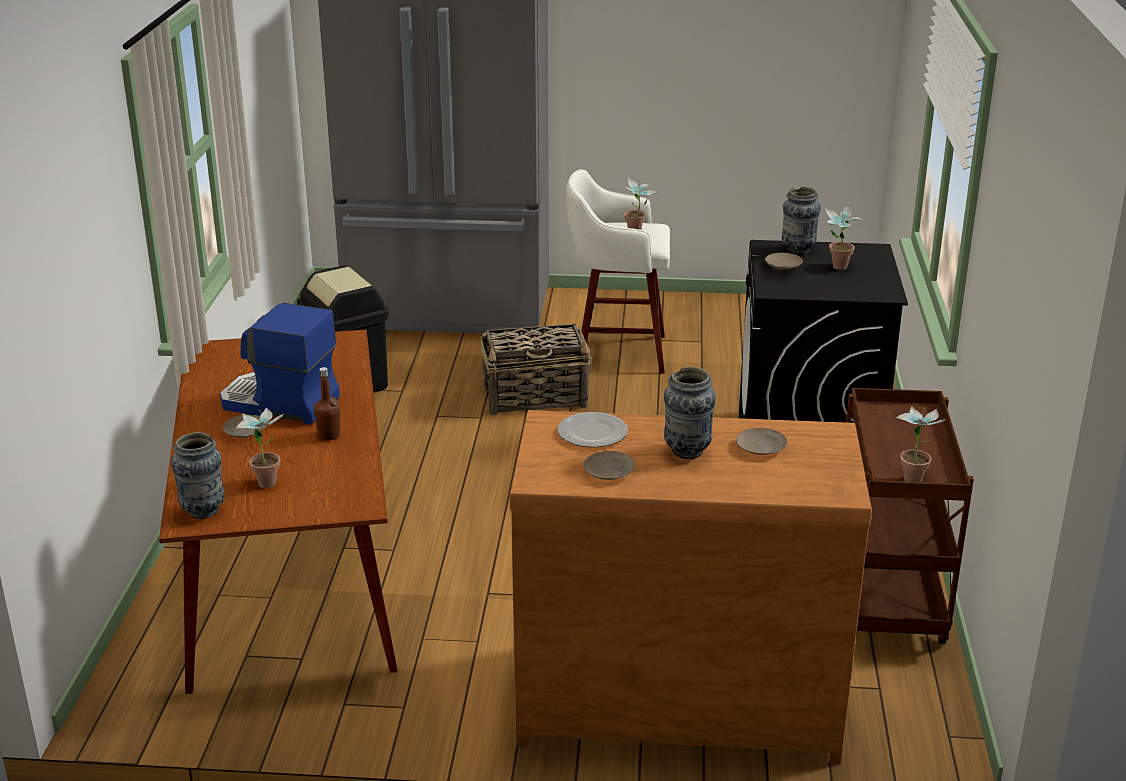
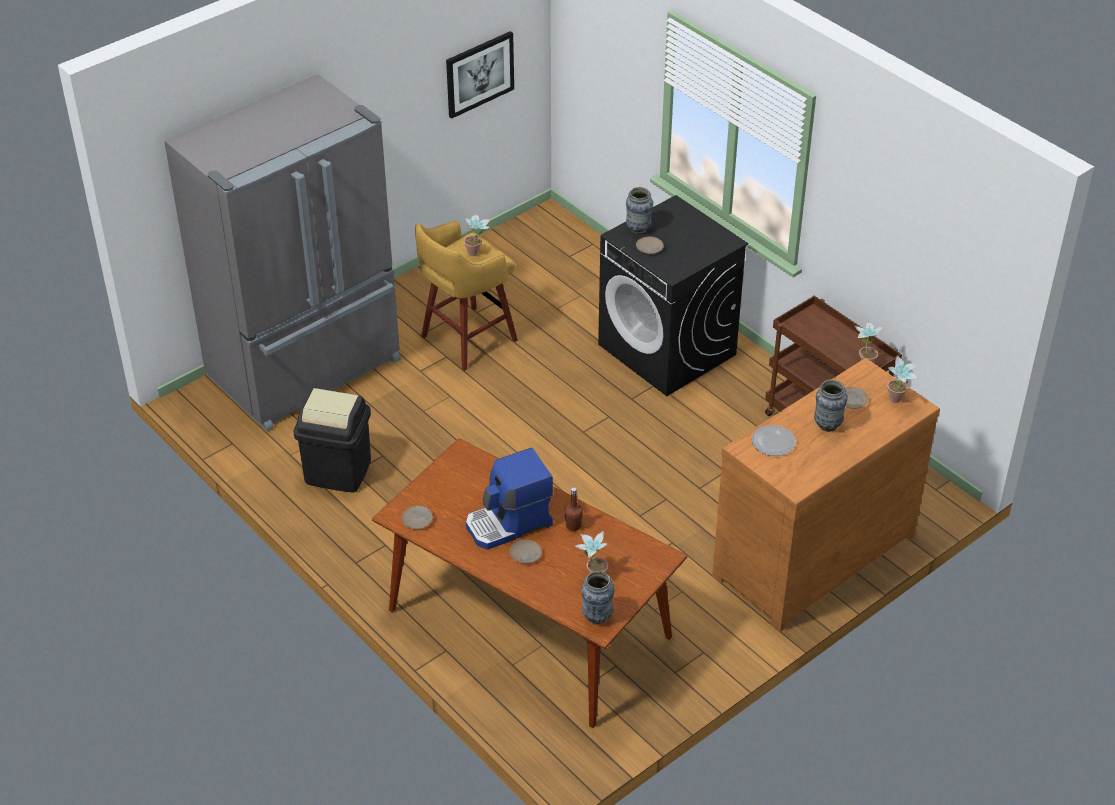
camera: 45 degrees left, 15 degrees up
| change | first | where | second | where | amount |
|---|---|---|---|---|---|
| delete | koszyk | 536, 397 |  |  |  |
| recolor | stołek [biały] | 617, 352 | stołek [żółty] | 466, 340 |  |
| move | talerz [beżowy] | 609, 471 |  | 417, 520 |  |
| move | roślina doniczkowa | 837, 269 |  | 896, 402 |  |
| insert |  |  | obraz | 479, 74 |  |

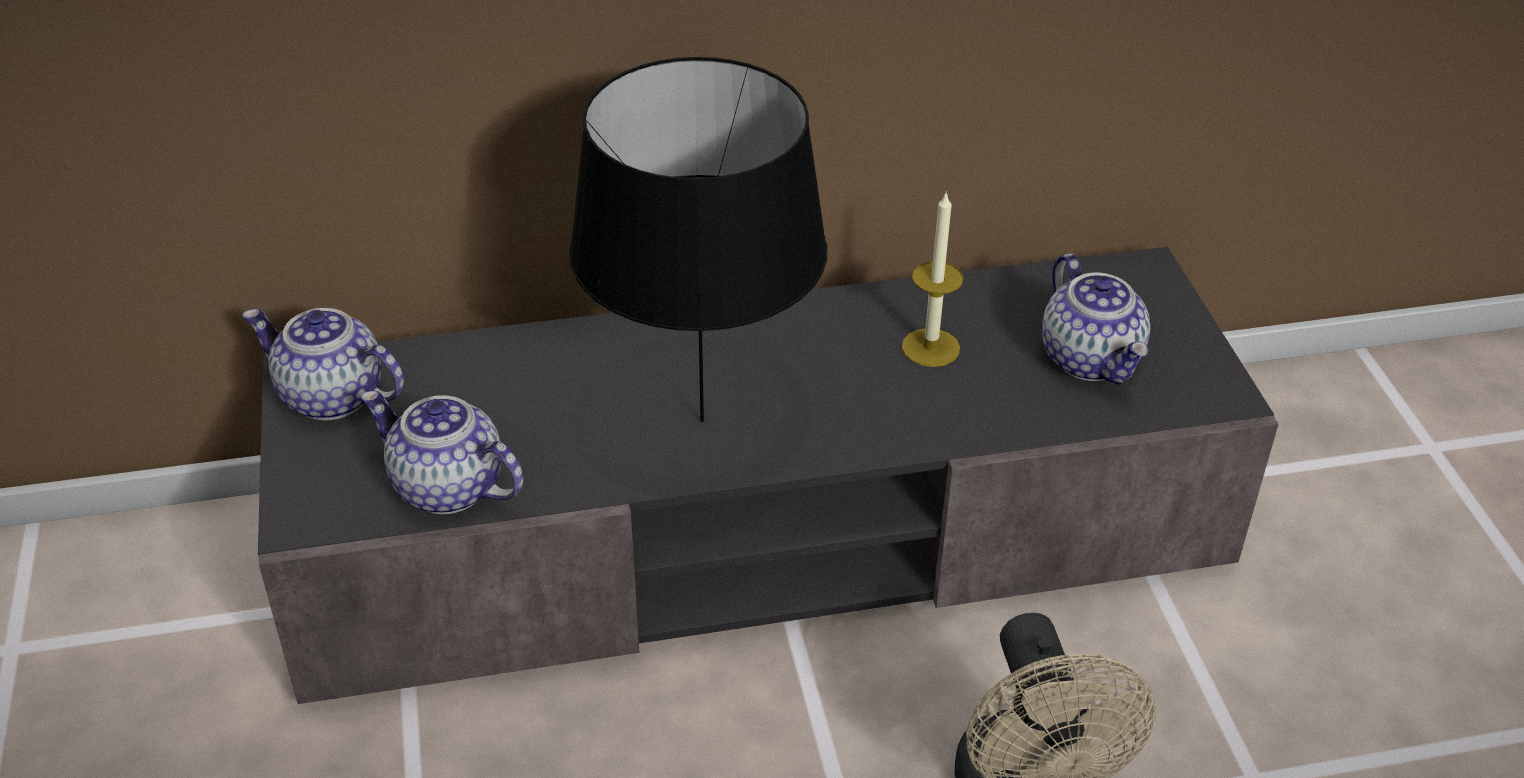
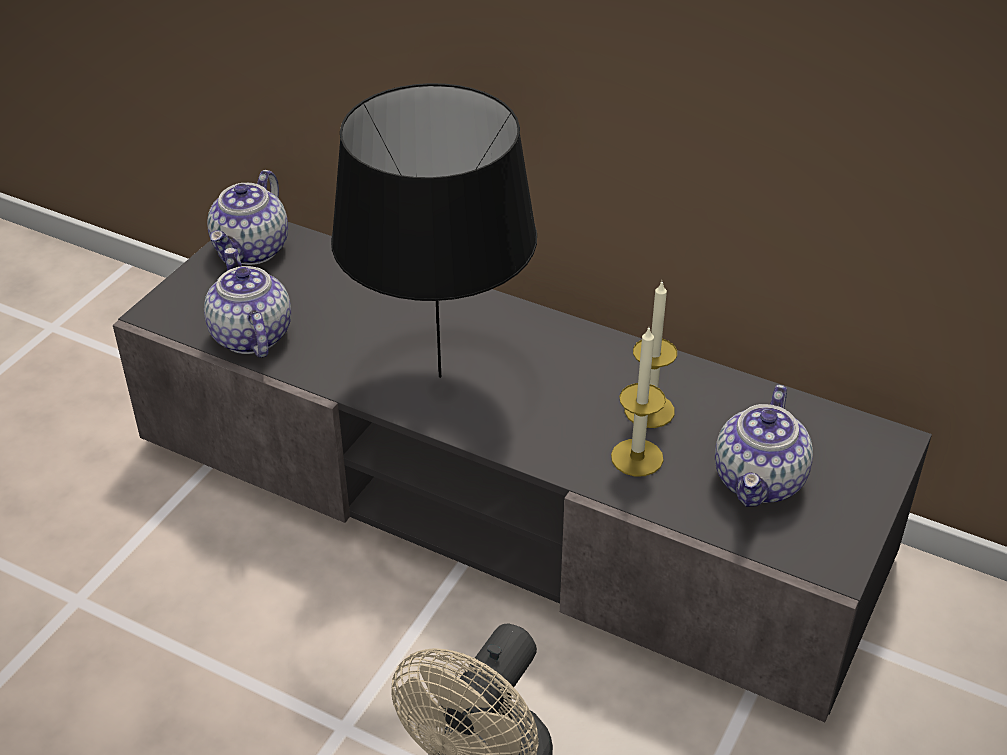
camera: 40 degrees right, 0 degrees up
| change | first | where | second | where | amount |
|---|---|---|---|---|---|
| rotate | imbryk | 330, 396 |  | 252, 250 | 135 degrees counterclockwise |
| insert |  |  | świeca | 637, 457 |  |

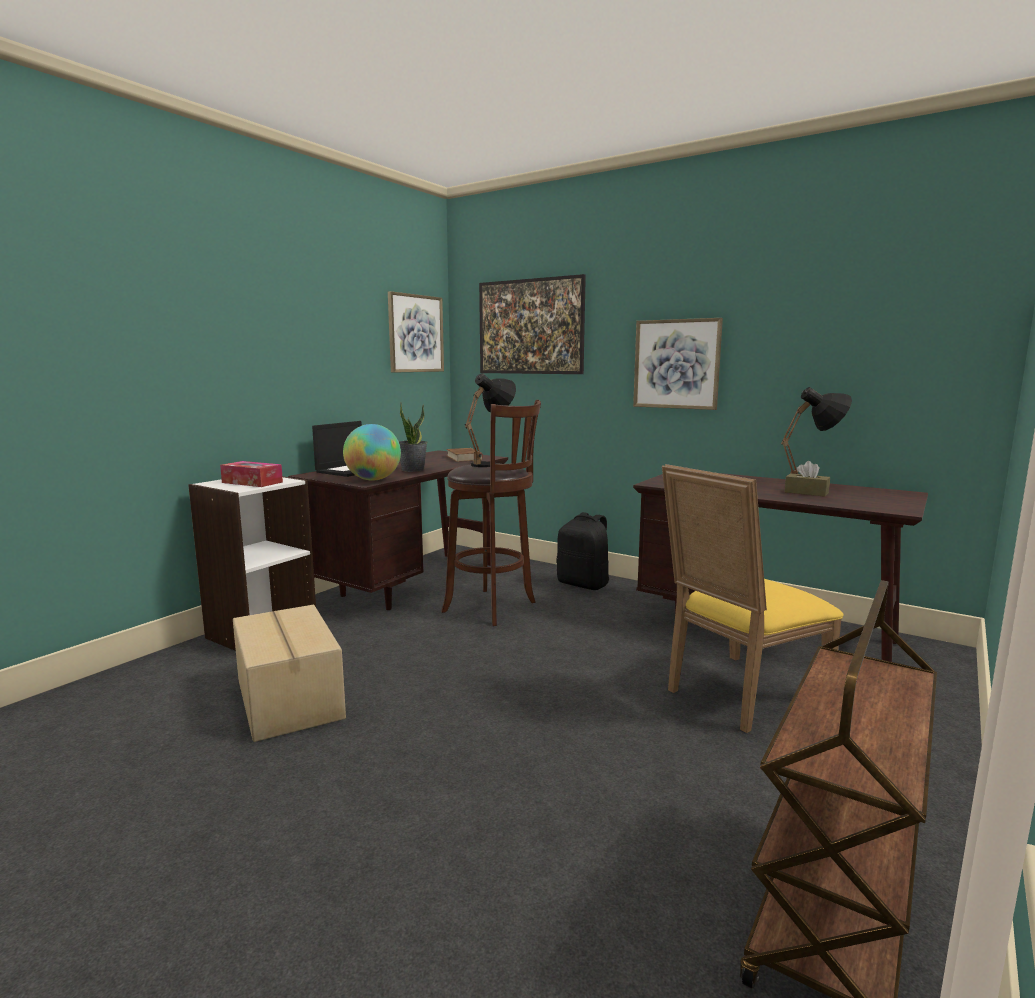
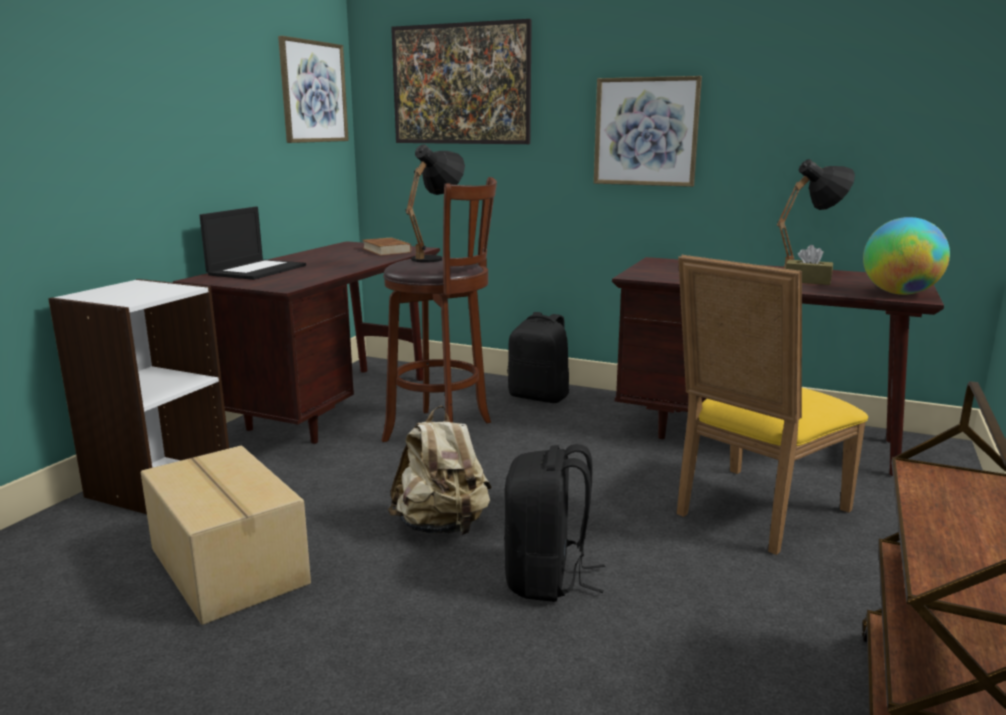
camera: 10 degrees left, 5 degrees up
| change | first | where | second | where | amount |
|---|---|---|---|---|---|
| delete | pudełko chusteczek | 252, 482 |  |  |  |
| move | globus | 373, 480 |  | 899, 293 |  |
| delete | roślina doniczkowa | 412, 469 |  |  |  |
| insert |  |  | plecak [beżowy] | 442, 526 |  |
| insert |  |  | plecak [czarny] | 547, 578 |  |

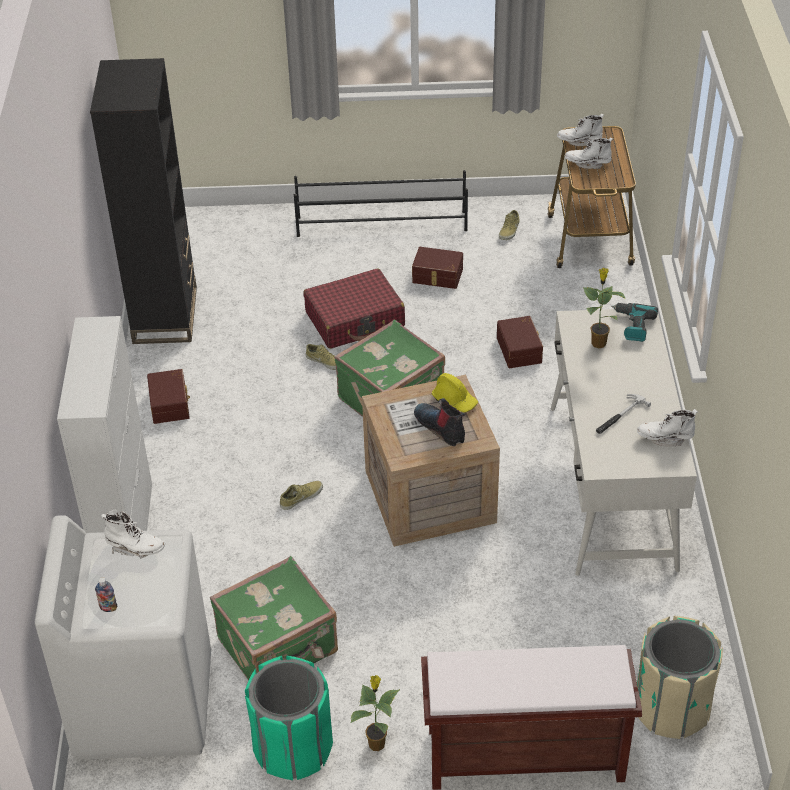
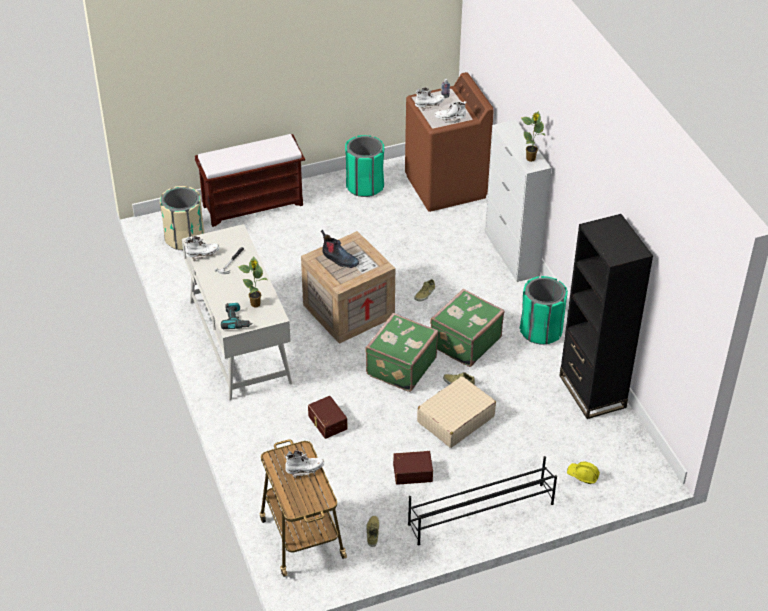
camera: 160 degrees right, 0 degrees up
| change | first | where | second | where | amount |
|---|---|---|---|---|---|
| recolor | pralka [biały] | 144, 704 | pralka [brązowy] | 446, 186 |  |
| replace | pojemnik do przechowywania [brązowy] | 171, 404 | kosz na śmieci [zielony] | 541, 330 |  |
| move | walizka [zielony] | 279, 647 |  | 464, 342 |  |
| recolor | walizka [czerwony] | 355, 320 | walizka [beżowy] | 455, 419 |  |
| move | roślina doniczkowa | 377, 743 |  | 531, 159 |  |
| move | kask [żółty] | 455, 400 |  | 583, 475 |  |
| move | but z cholewką [biały] | 579, 141 |  | 429, 105 |  |

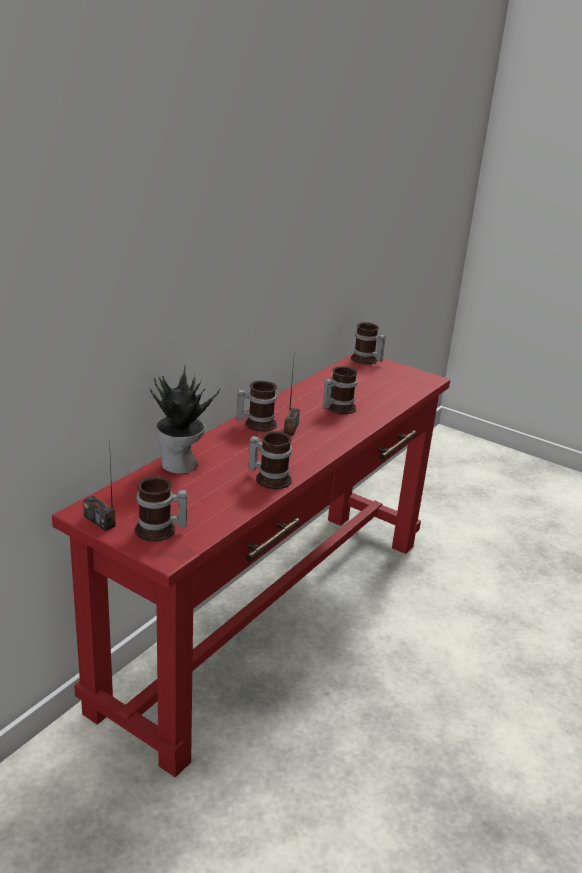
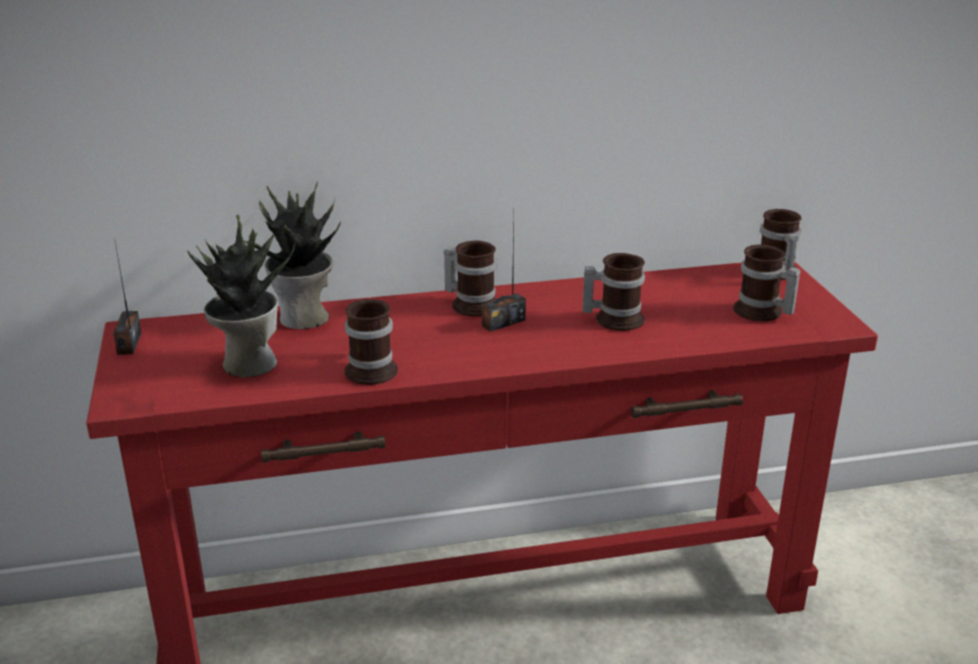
camera: 45 degrees right, 0 degrees up
| change | first | where | second | where | amount |
|---|---|---|---|---|---|
| move | kubek | 159, 531 |  | 761, 313 |  |
| insert |  |  | roślina doniczkowa | 247, 364 |  |

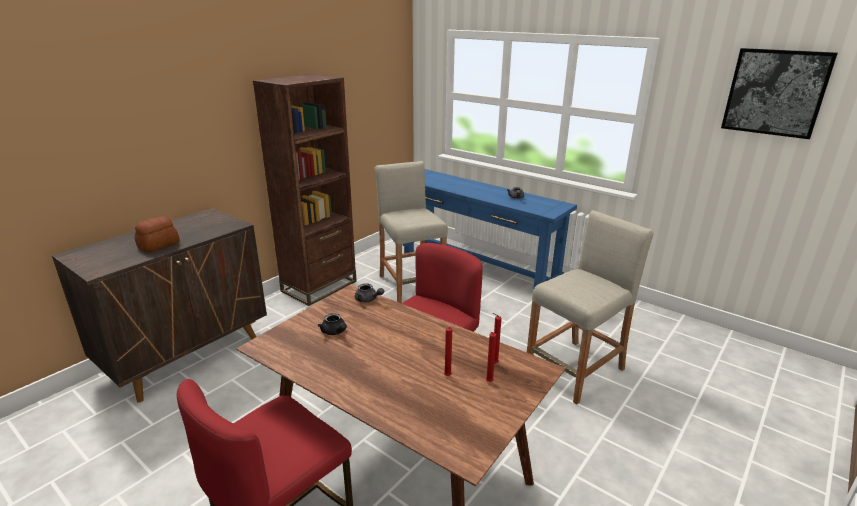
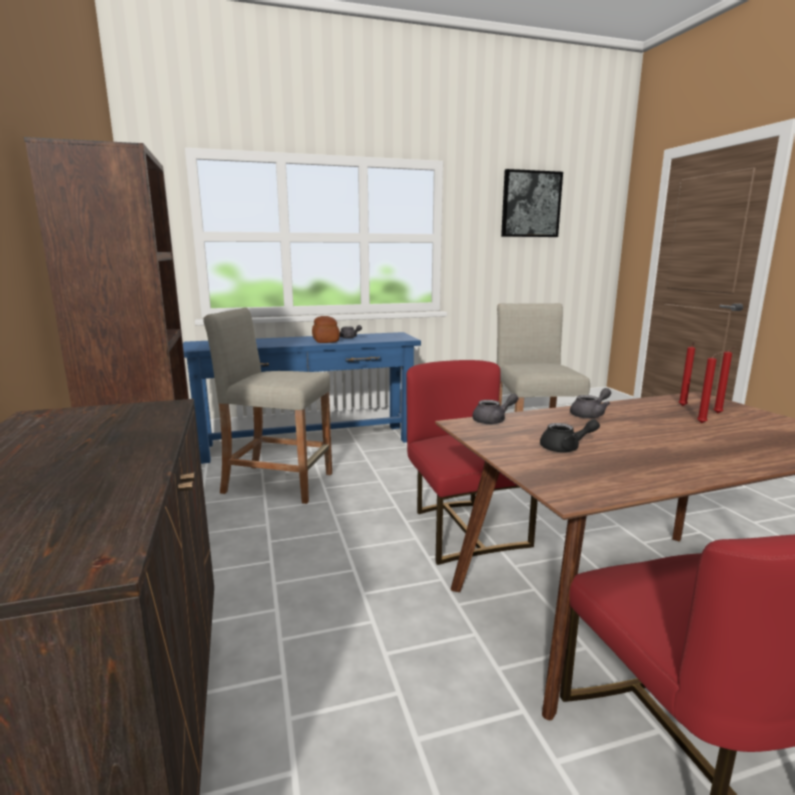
camera: 55 degrees left, 10 degrees down
| change | first | where | second | where | amount |
|---|---|---|---|---|---|
| move | chleb | 158, 245 |  | 325, 341 |  |
| insert |  |  | imbryk [szary] | 590, 415 |  |

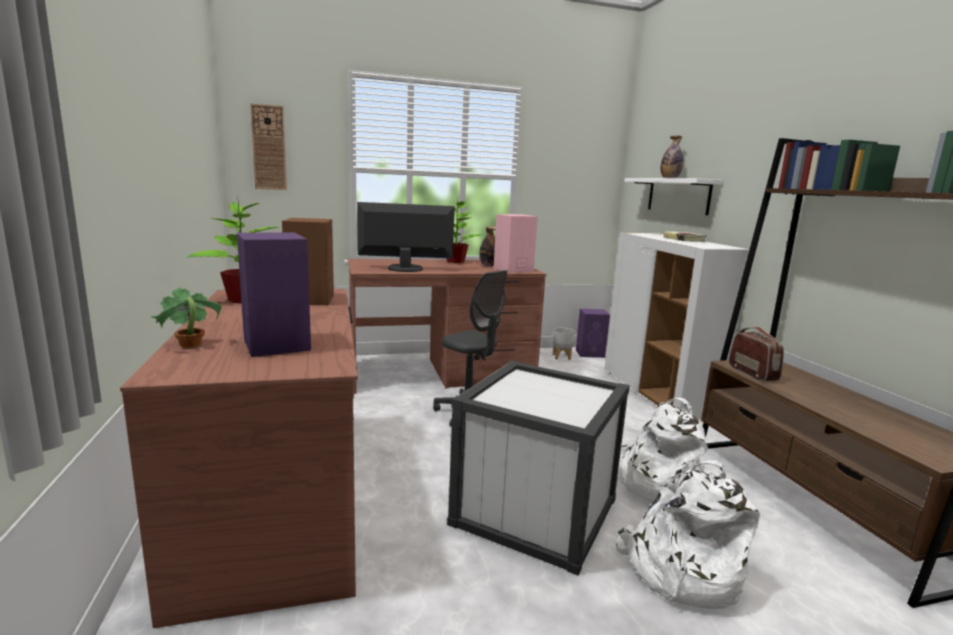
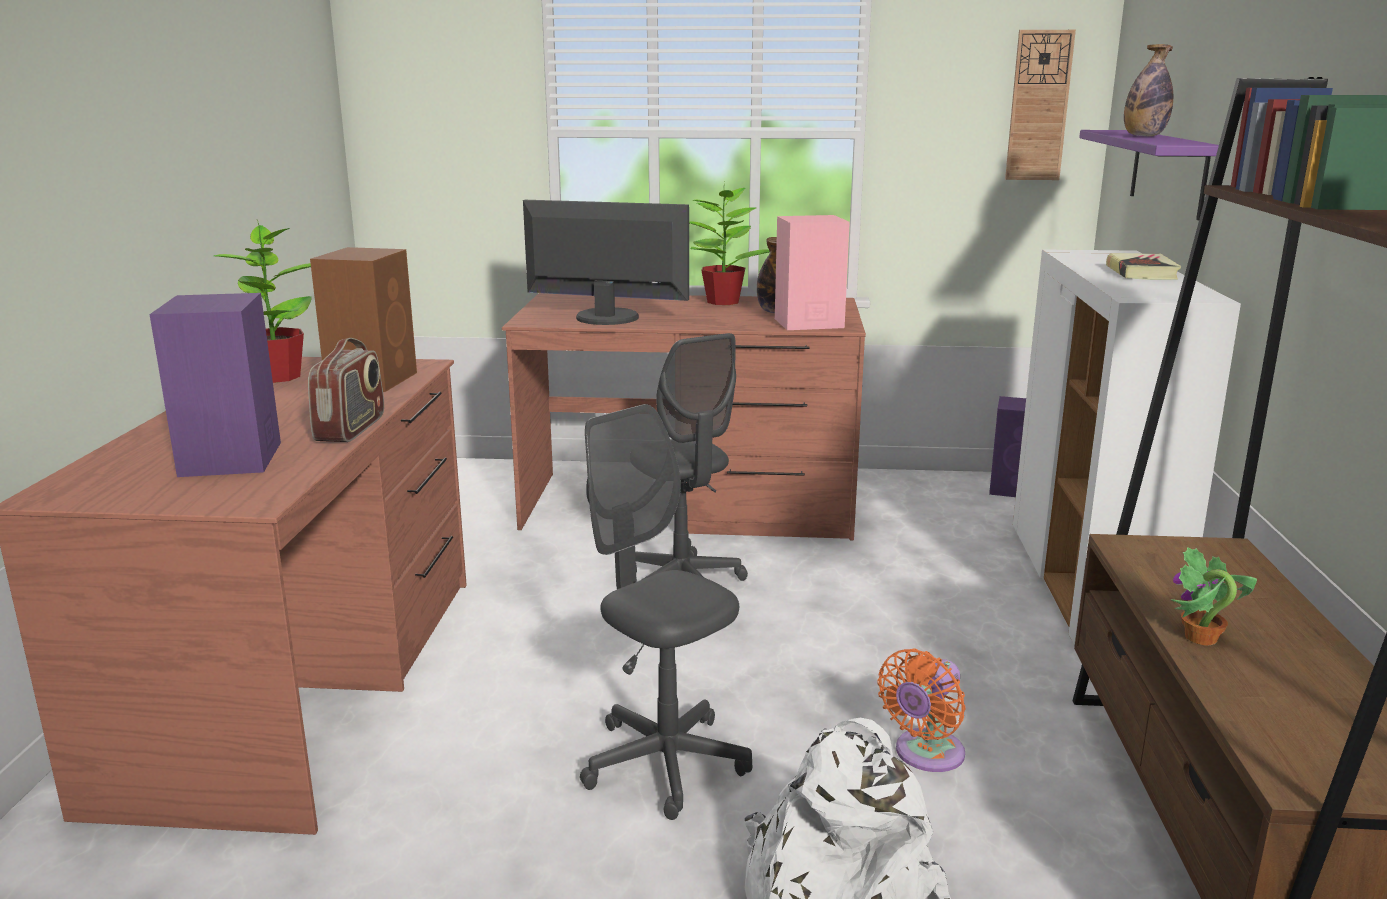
camera: 20 degrees right, 5 degrees up
| change | first | where | second | where | amount |
|---|---|---|---|---|---|
| move | roślina doniczkowa | 190, 345 |  | 1200, 638 |  |
| move | zegar ścienny | 269, 148 |  | 1039, 106 |  |
| replace | pojemnik do przechowywania [biały] | 535, 511 | krzesło biurowe [szary] | 664, 763 |  |
| delete | donica [szary] | 561, 357 |  |  |  |
| replace | plecak [biały] | 657, 484 | wentylator [pomarańczowy] | 925, 755 |  |
| recolor | półka [biały] | 678, 195 | półka [fioletowy] | 1168, 172 |  |
| move | radio | 752, 373 |  | 351, 429 |  |

